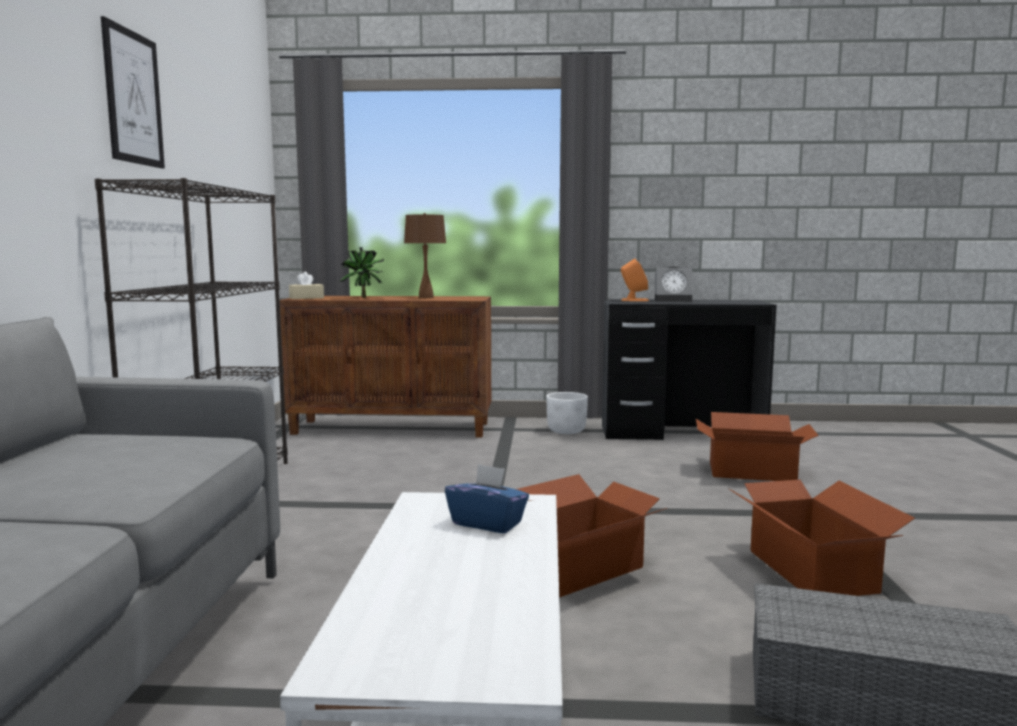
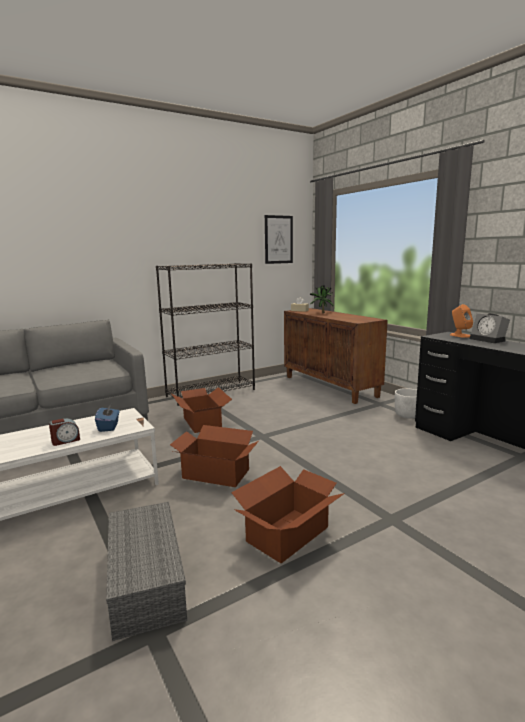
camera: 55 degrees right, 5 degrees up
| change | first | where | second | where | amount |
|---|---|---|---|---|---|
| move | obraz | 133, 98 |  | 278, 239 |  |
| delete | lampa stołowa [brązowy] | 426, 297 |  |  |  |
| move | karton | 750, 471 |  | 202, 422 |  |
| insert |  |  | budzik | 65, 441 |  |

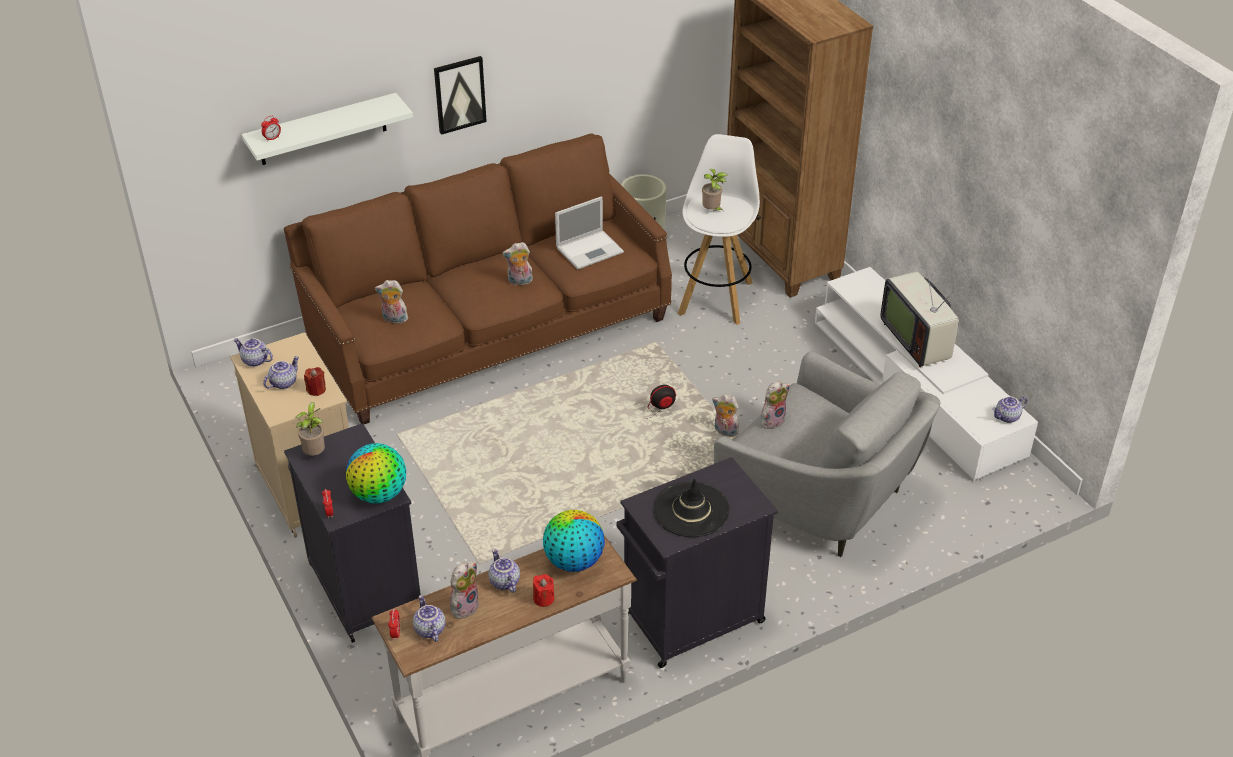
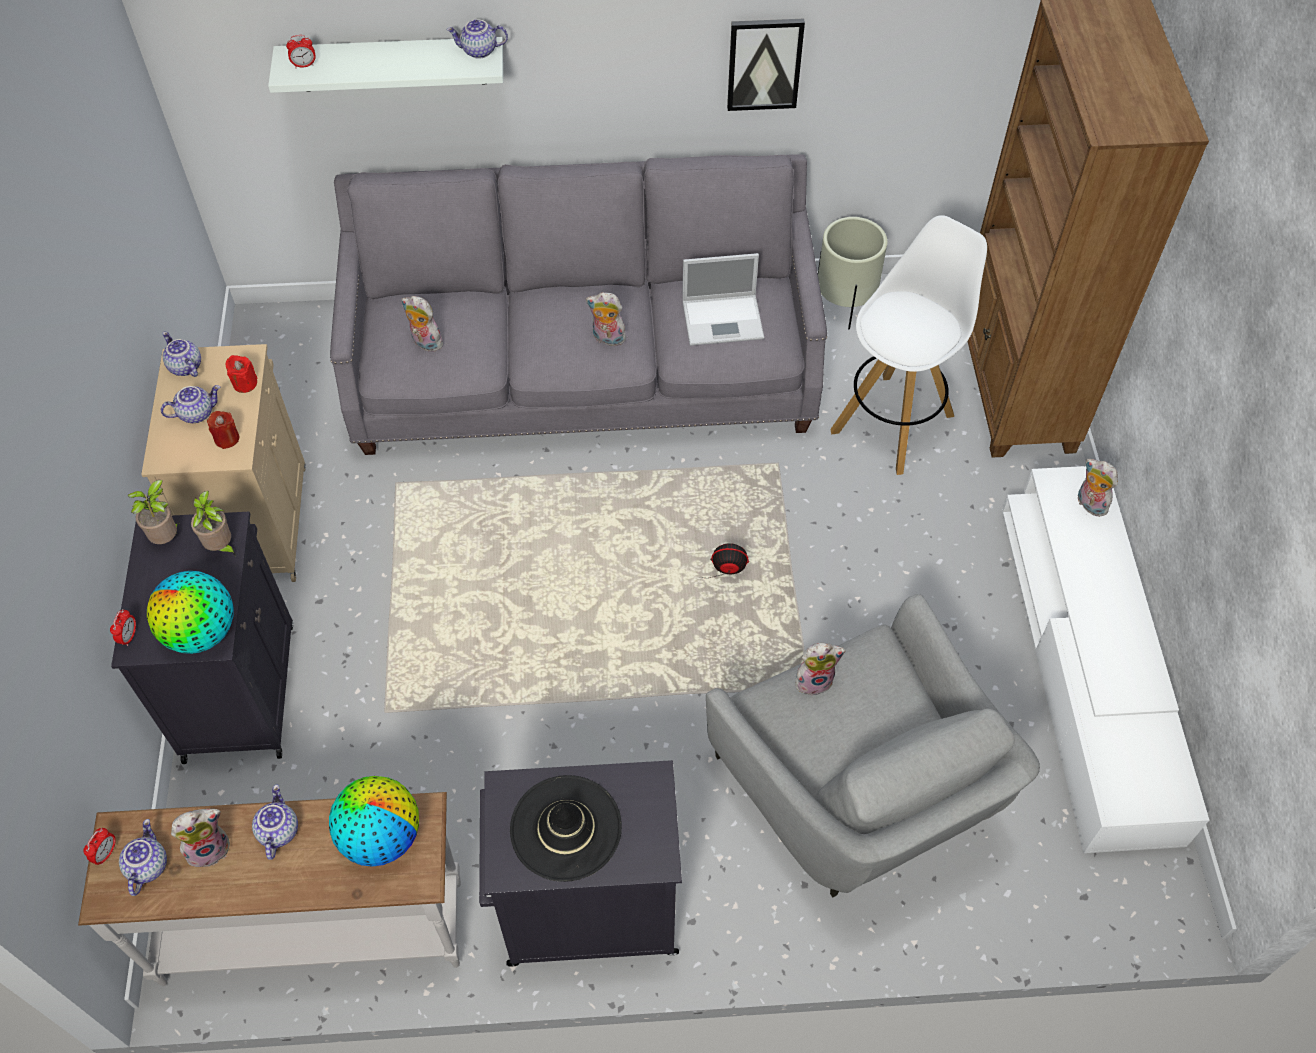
camera: 25 degrees right, 15 degrees up
| change | first | where | second | where | amount |
|---|---|---|---|---|---|
| recolor | kanapa [brązowy] | 489, 330 | kanapa [szary] | 584, 371 |  |
| move | obraz | 459, 94 |  | 764, 63 |  |
| move | świeca [czerwony] | 543, 598 |  | 245, 383 |  |
| move | roślina doniczkowa | 712, 211 |  | 221, 547 |  |
| move | pluszak | 725, 432 |  | 1089, 504 |  |
| delete | telewizor | 918, 339 |  |  |  |
| move | imbryk | 1007, 417 |  | 479, 51 |  |

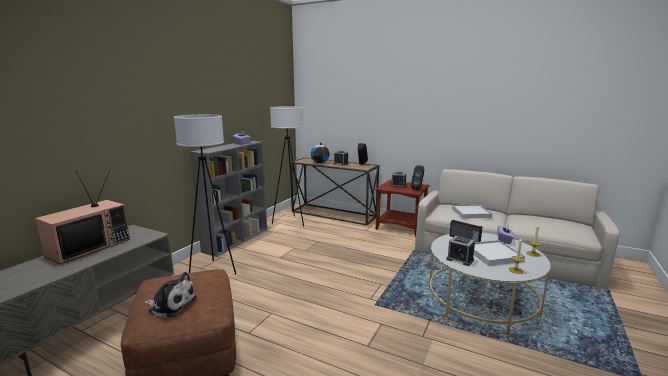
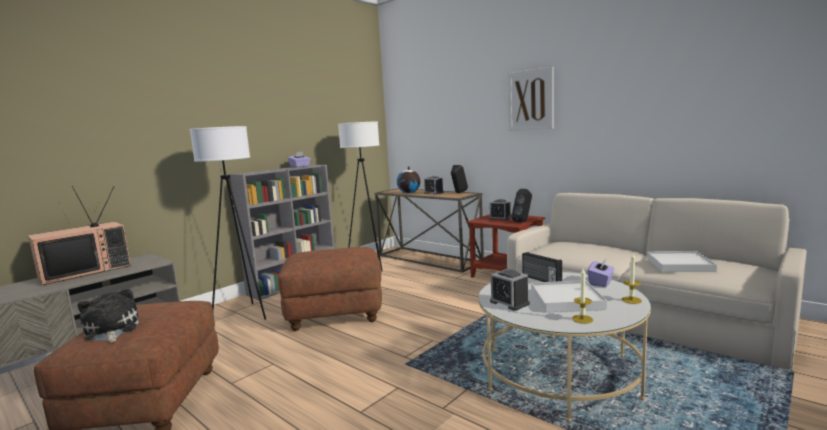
camera: 15 degrees right, 5 degrees down
| change | first | where | second | where | amount |
|---|---|---|---|---|---|
| rotate | pluszak | 171, 305 |  | 111, 330 | 150 degrees counterclockwise |
| move | taca [biały] | 471, 213 |  | 679, 264 |  |
| insert |  |  | pufa [brązowy] | 335, 314 |  |
| insert |  |  | obraz | 530, 100 |  |

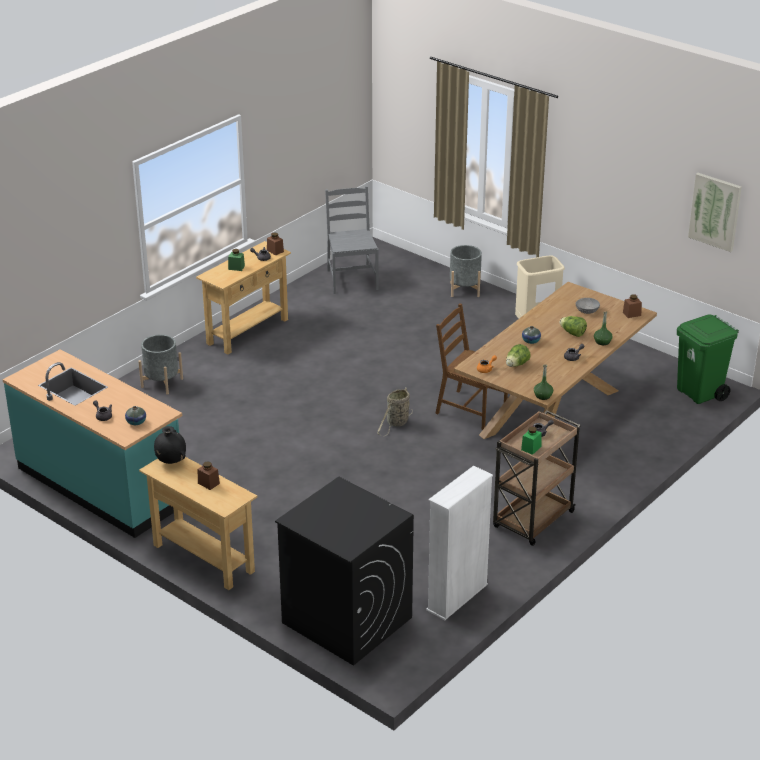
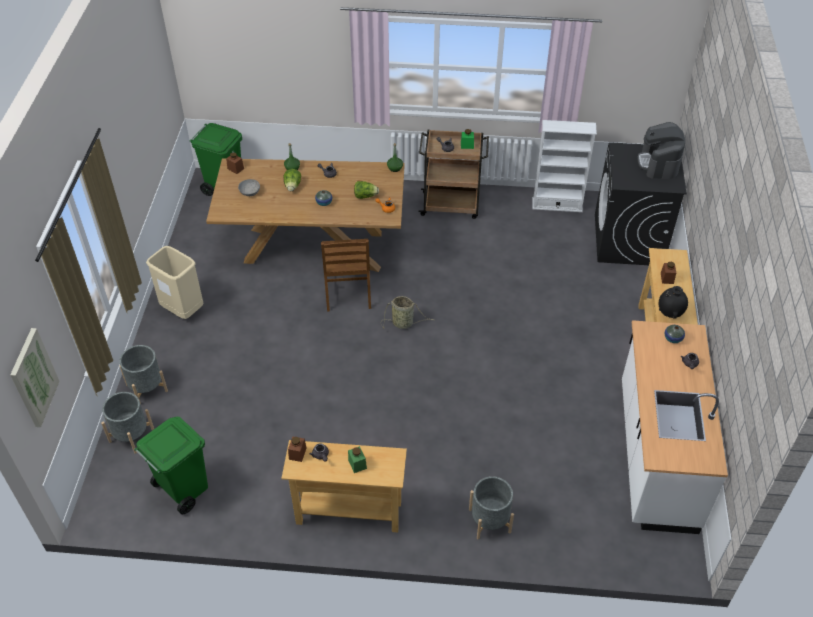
camera: 125 degrees left, 15 degrees up
| change | first | where | second | where | amount |
|---|---|---|---|---|---|
| recolor | zabudowa kuchenna [turkusowy] | 101, 485 | zabudowa kuchenna [biały] | 655, 455 |  |
| replace | krzesło [szary] | 351, 279 | kosz na śmieci [zielony] | 183, 489 |  |
| move | obraz | 715, 211 |  | 33, 378 |  |
| insert |  |  | donica [szary] | 131, 435 |  |
| insert |  |  | ekspres do kawy | 658, 163 |  |

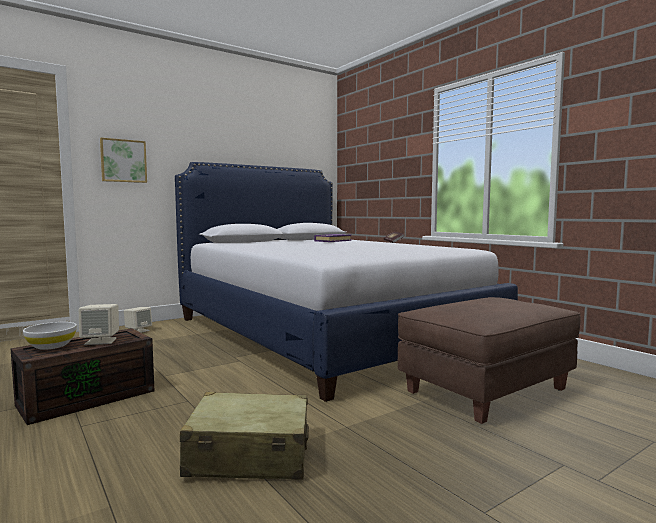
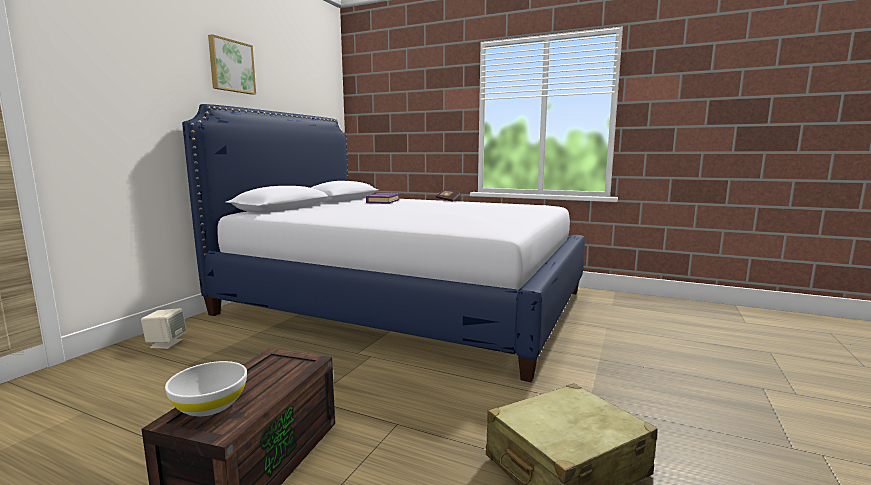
camera: 30 degrees left, 5 degrees up
| change | first | where | second | where | amount |
|---|---|---|---|---|---|
| delete | głośnik [beżowy] | 101, 341 |  |  |  |
| move | obraz | 123, 161 |  | 231, 66 |  |
| delete | pufa [brązowy] | 486, 391 |  |  |  |

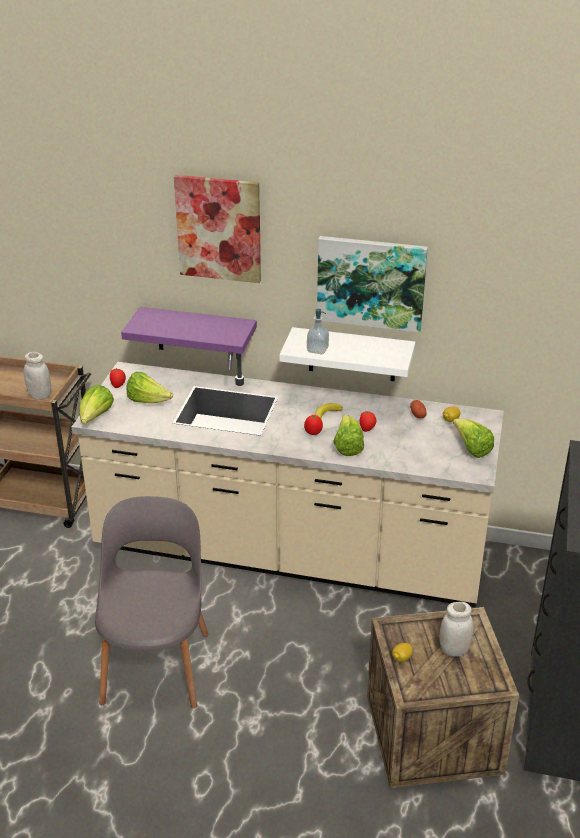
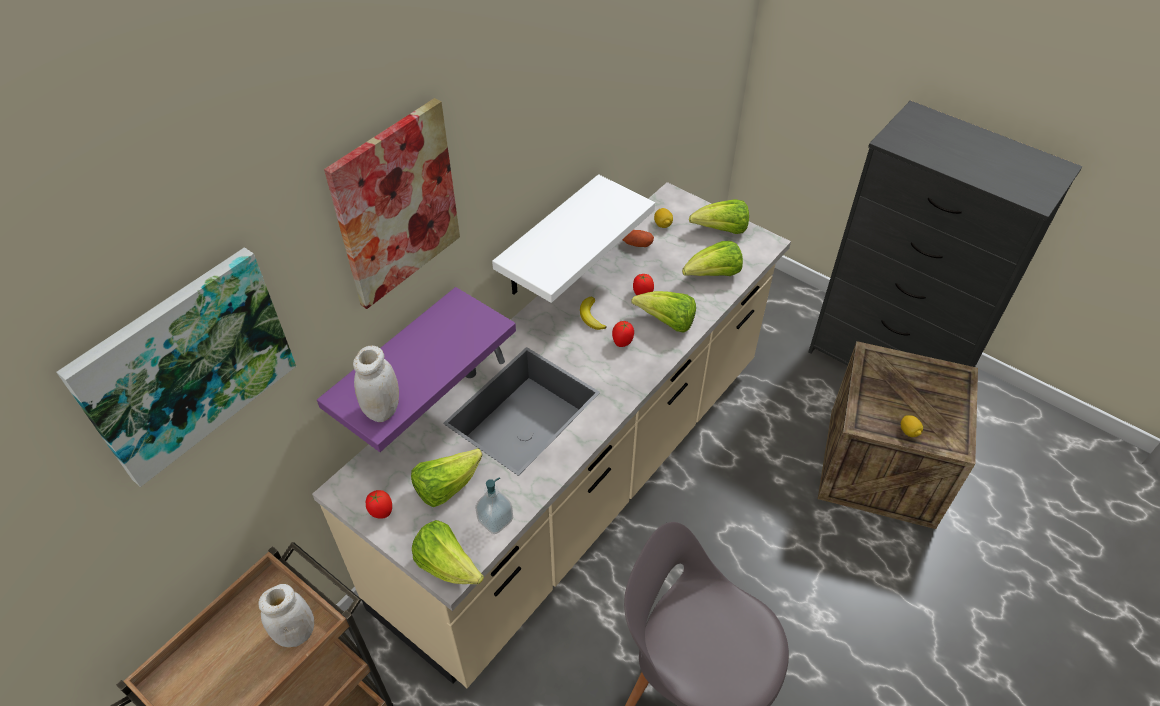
camera: 65 degrees left, 15 degrees up
| change | first | where | second | where | amount |
|---|---|---|---|---|---|
| move | dozownik mydła | 317, 350 |  | 495, 520 |  |
| move | obraz | 371, 282 |  | 186, 364 |  |
| move | słoik [biały] | 454, 650 |  | 383, 409 |  |
| insert |  |  | sałata | 713, 275 |  |

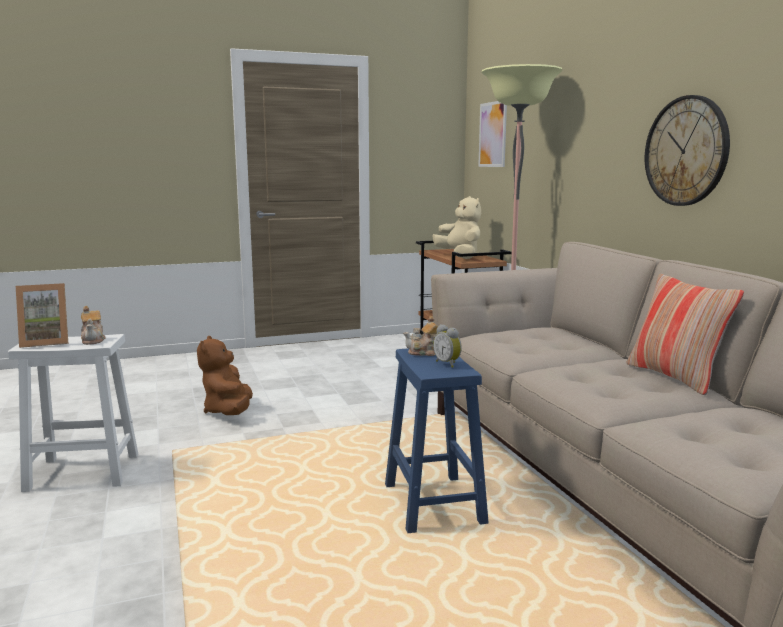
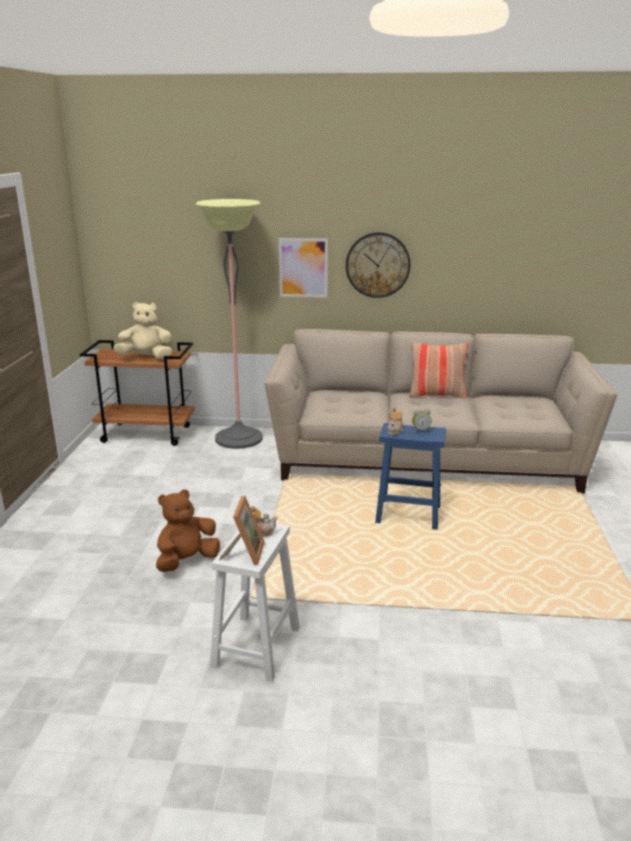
camera: 65 degrees left, 10 degrees up
| change | first | where | second | where | amount |
|---|---|---|---|---|---|
| rotate | pluszak [brązowy] | 229, 411 |  | 187, 561 | 120 degrees clockwise |
| move | obraz | 492, 134 |  | 303, 268 |  |

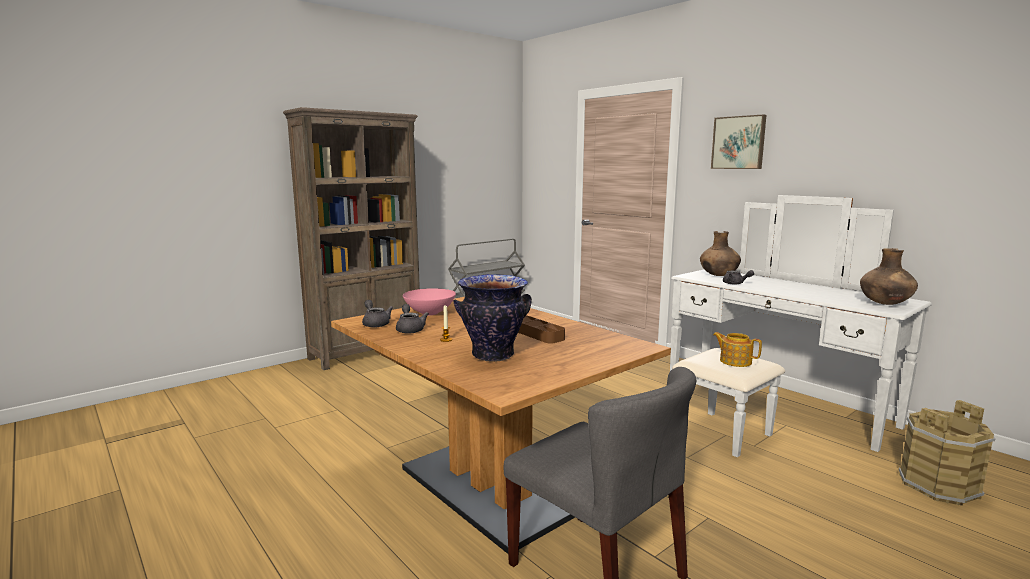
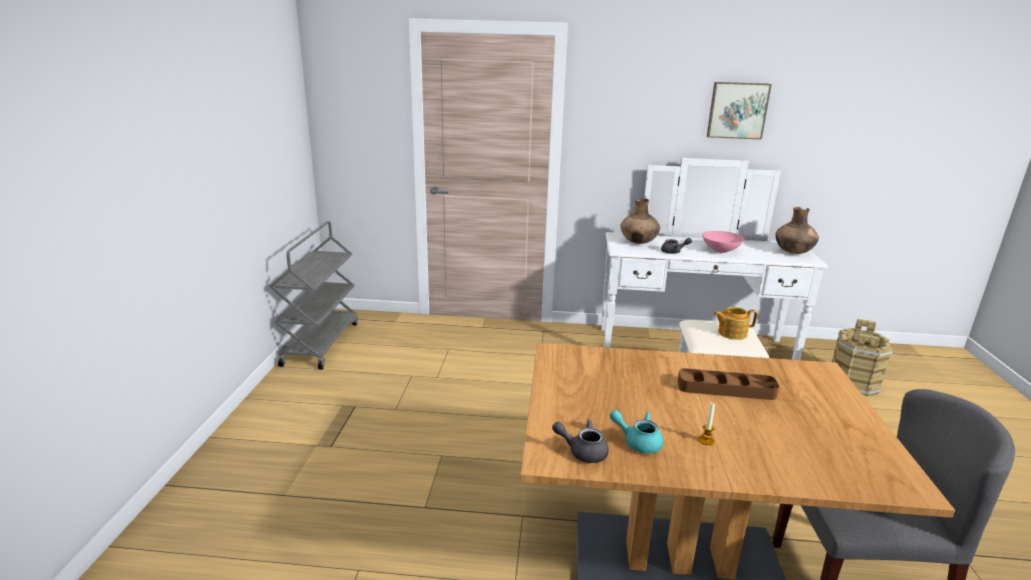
camera: 45 degrees left, 10 degrees up
| change | first | where | second | where | amount |
|---|---|---|---|---|---|
| delete | regał [brązowy] | 367, 352 |  |  |  |
| recolor | imbryk [szary] | 410, 329 | imbryk [turkusowy] | 637, 442 |  |
| move | miska [różowy] | 429, 313 |  | 720, 251 |  |
| delete | wazon | 493, 355 |  |  |  |
| move | obraz | 739, 142 |  | 737, 110 |  |

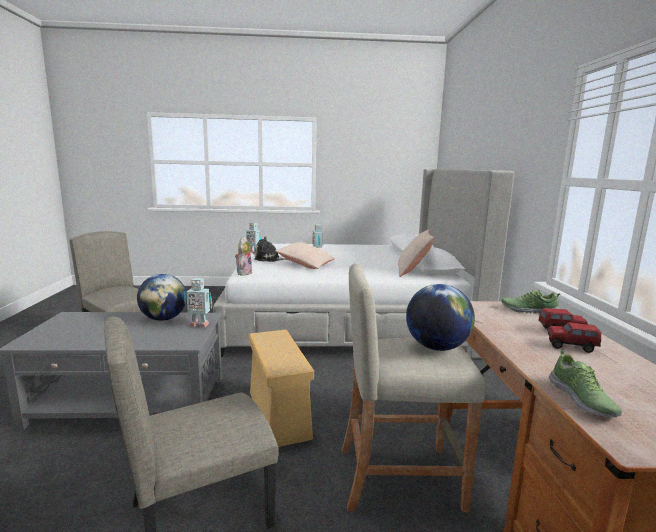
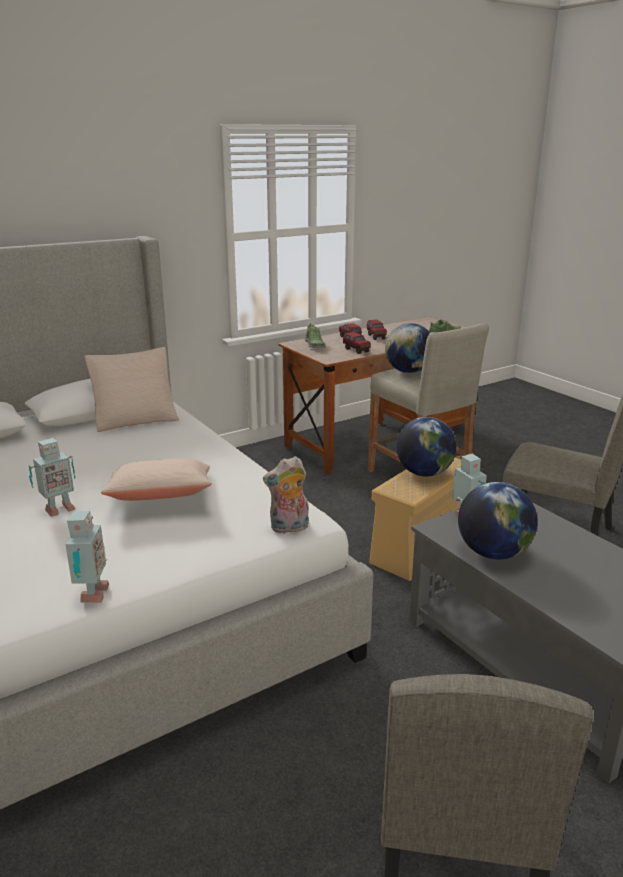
camera: 120 degrees left, 10 degrees up
| change | first | where | second | where | amount |
|---|---|---|---|---|---|
| delete | pluszak | 268, 259 |  |  |  |
| insert |  |  | ciężarówka zabawkowa | 356, 350 |  |
| insert |  |  | globus | 424, 473 |  |

